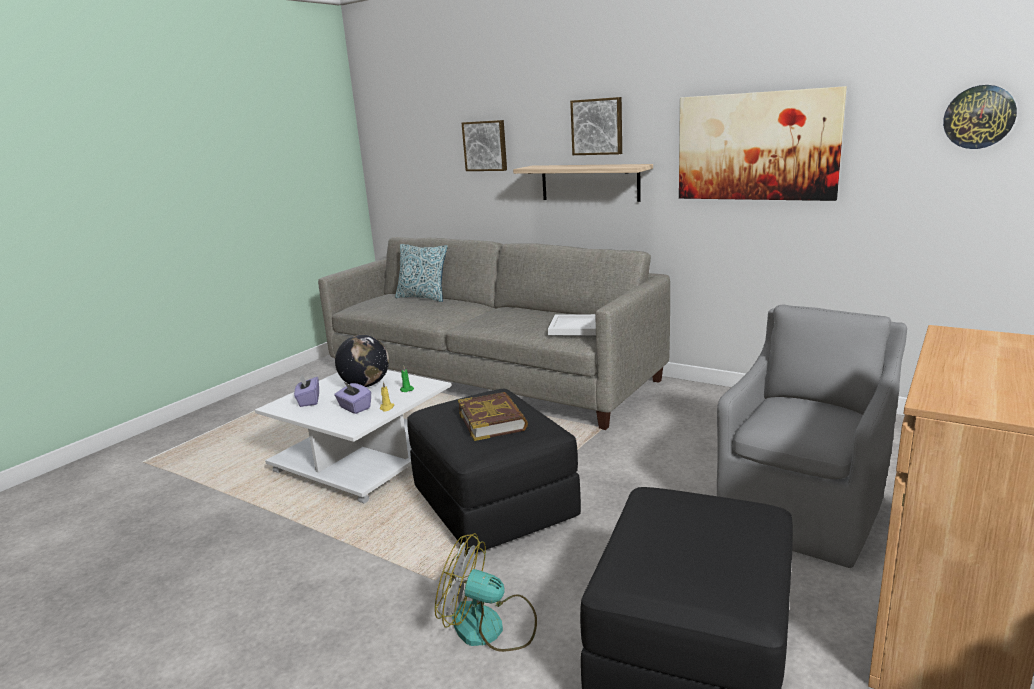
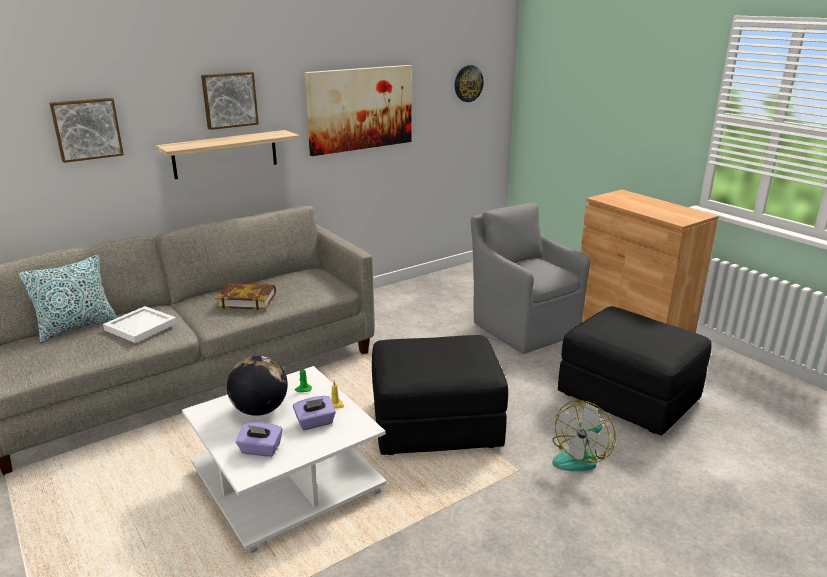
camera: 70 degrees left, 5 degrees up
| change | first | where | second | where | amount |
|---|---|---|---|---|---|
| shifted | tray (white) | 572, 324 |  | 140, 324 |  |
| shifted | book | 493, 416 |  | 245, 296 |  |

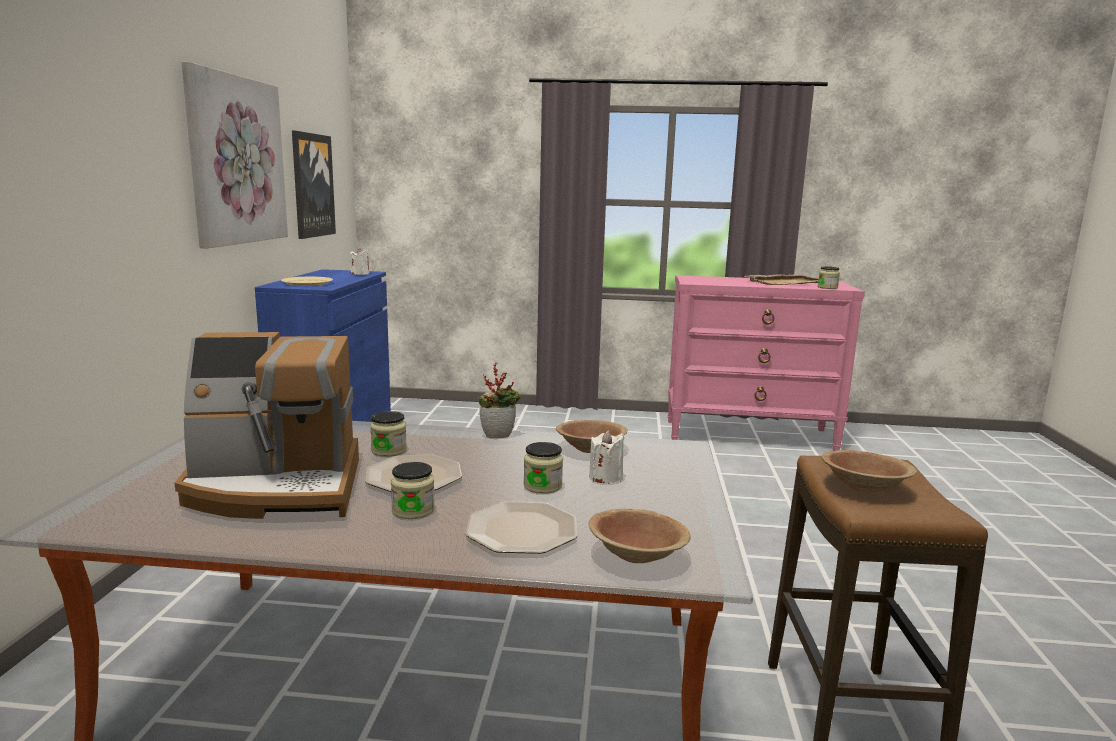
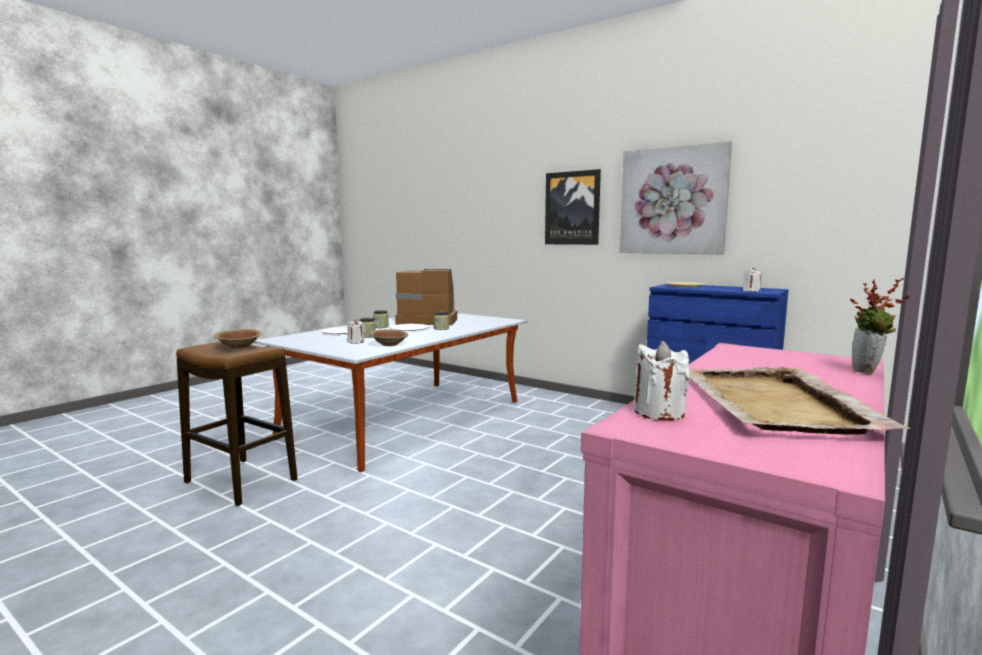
camera: 120 degrees right, 5 degrees down
| change | first | where | second | where | amount |
|---|---|---|---|---|---|
| rotated | coffee machine | 267, 425 |  | 426, 297 | 75 degrees clockwise |
| shifted | picture | 314, 184 |  | 573, 207 |  |
| swapped | jar | 829, 277 | candle (white) | 661, 381 |  |
| shifted | potted plant | 500, 400 |  | 879, 325 |  |
| gone | bowl (brown) | 640, 536 |  |  |  |

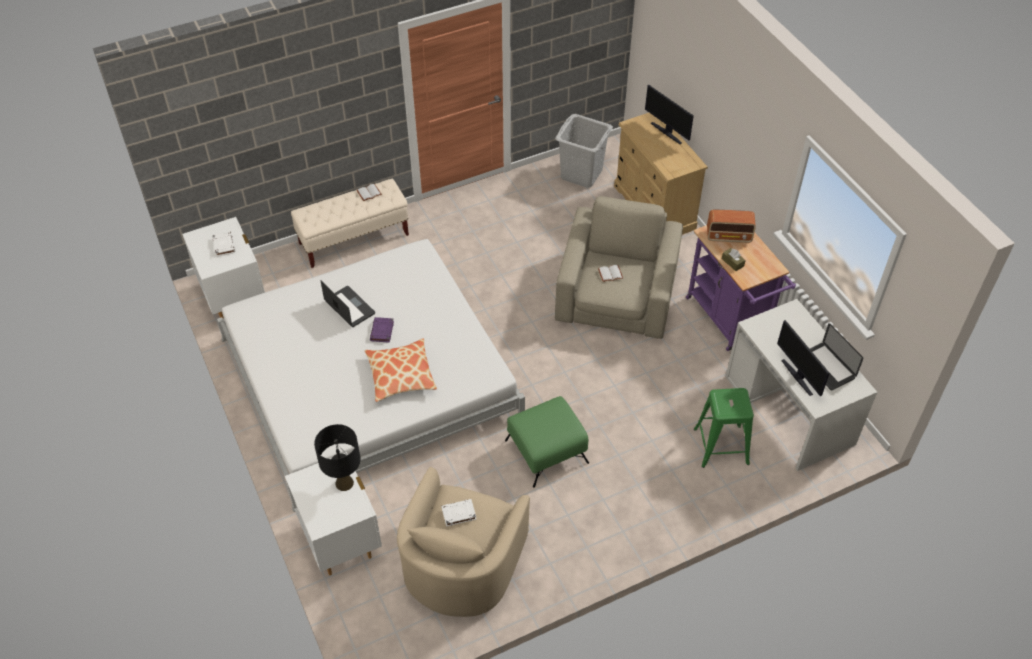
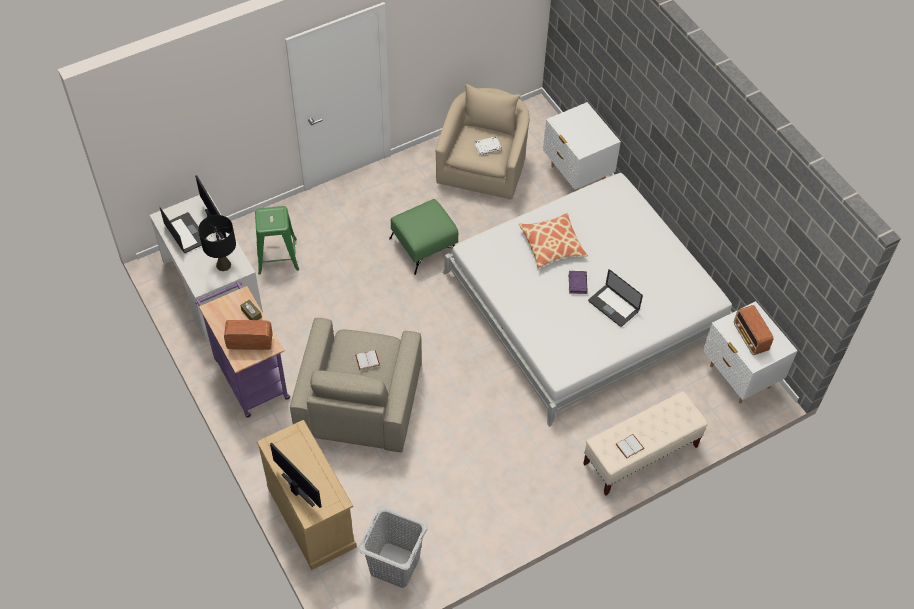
camera: 175 degrees right, 5 degrees up
| change | first | where | second | where | amount |
|---|---|---|---|---|---|
| shifted | table lamp (black) | 337, 457 |  | 217, 243 |  |
| swapped | book (white) | 223, 244 | radio | 754, 330 |  |

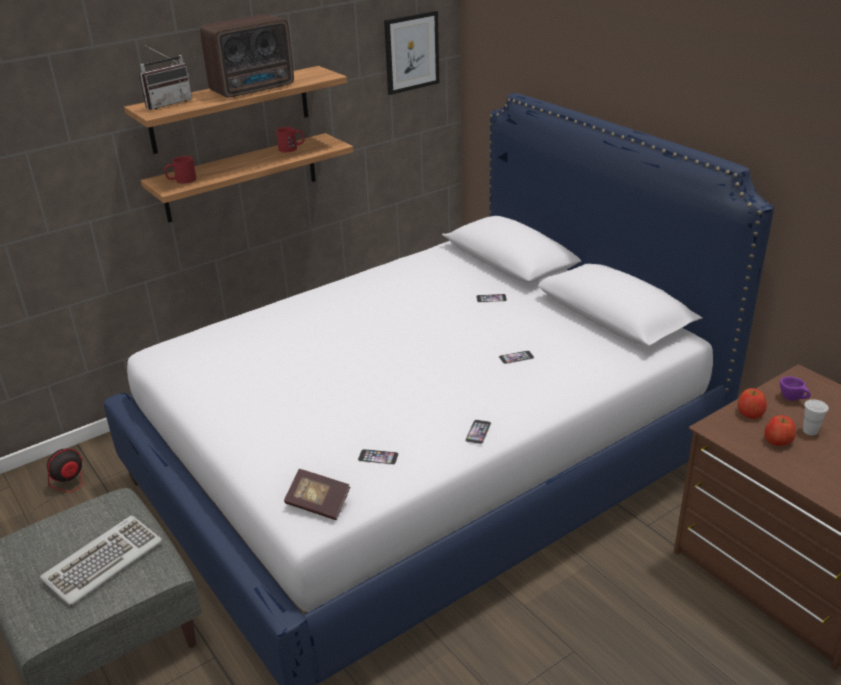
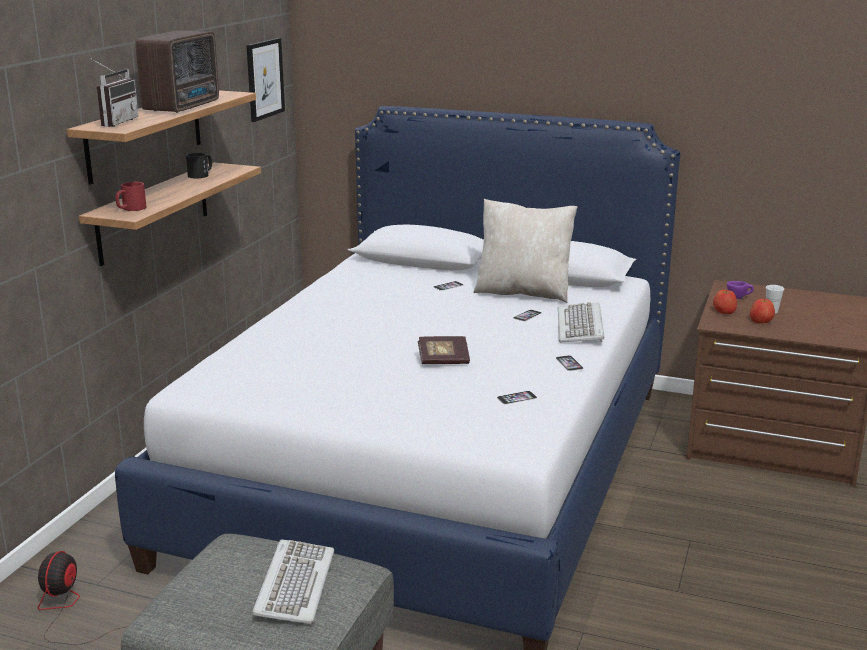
camera: 35 degrees left, 10 degrees down
| change | first | where | second | where | amount |
|---|---|---|---|---|---|
| repainted | mug (red) | 290, 139 | mug (black) | 199, 165 |  |
| shifted | book | 317, 494 |  | 444, 350 |  |
| new |  |  | pillow (beige) | 525, 251 |  |
| new |  |  | keyboard | 581, 322 |  |

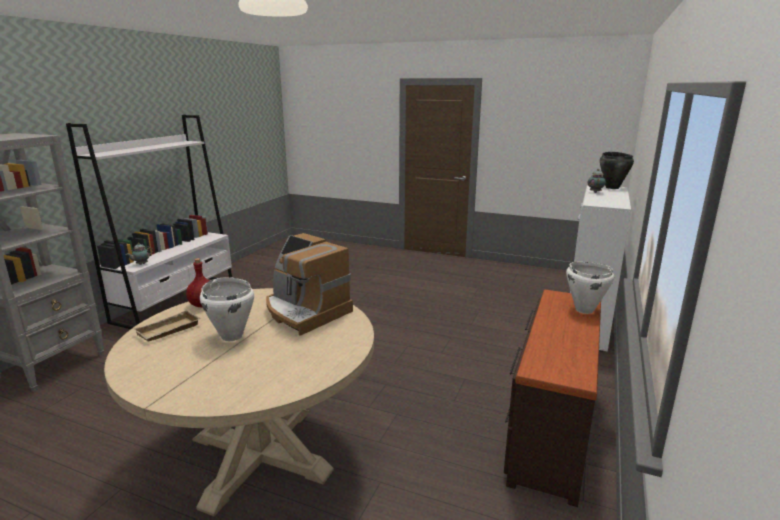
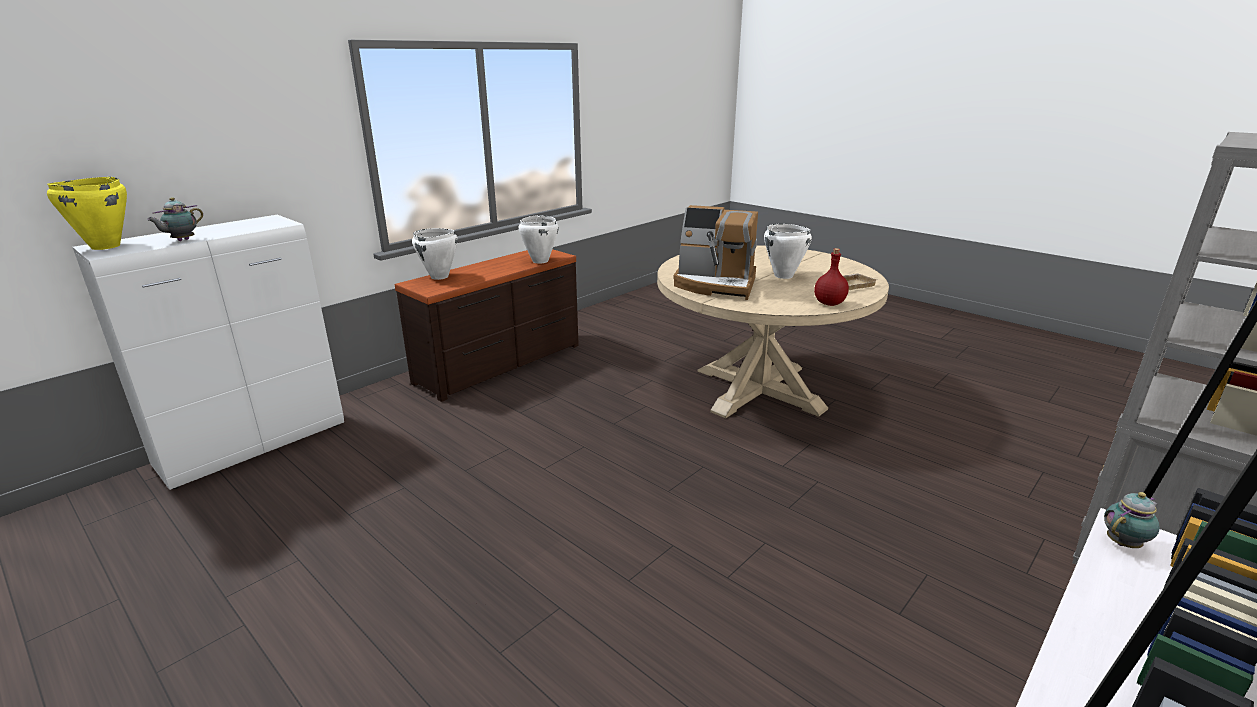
camera: 160 degrees left, 5 degrees up
| change | first | where | second | where | amount |
|---|---|---|---|---|---|
| repainted | cooking pot (black) | 617, 170 | cooking pot (yellow) | 87, 213 |  |
| new |  |  | cooking pot (white) | 539, 239 |  |
| rotated | coffee machine | 309, 284 |  | 716, 252 | 135 degrees clockwise |

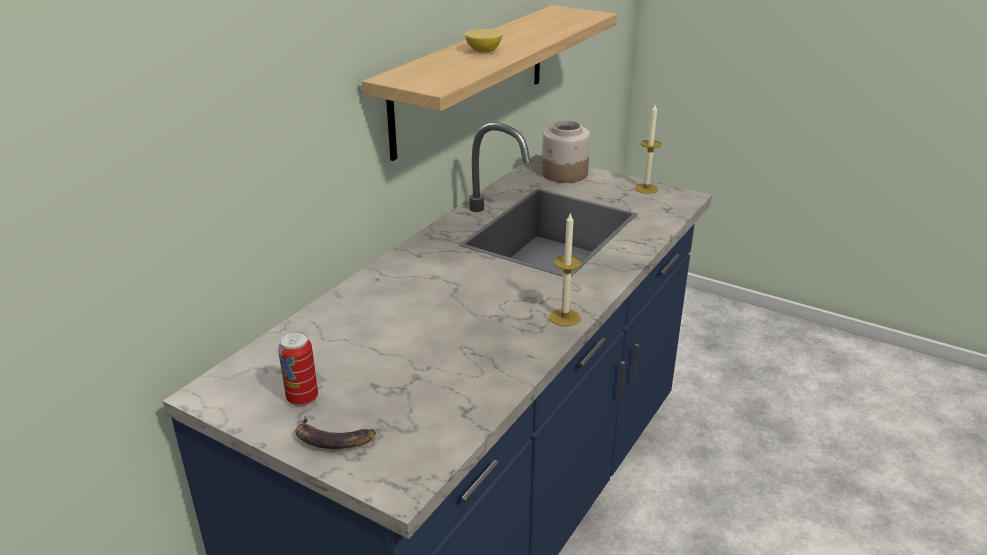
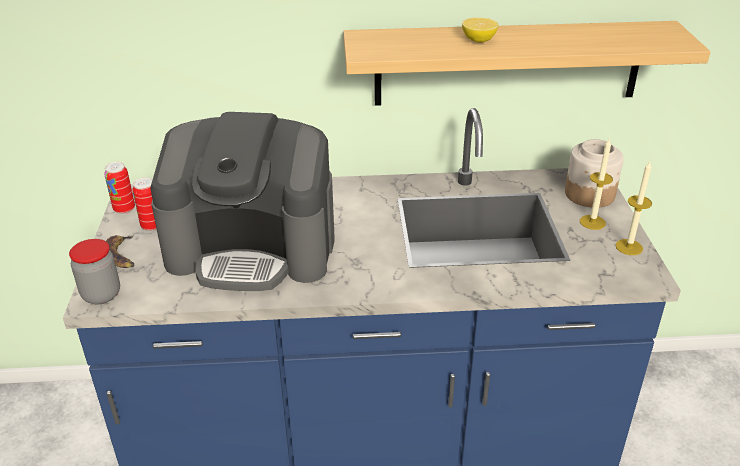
camera: 55 degrees right, 5 degrees up
| change | first | where | second | where | amount |
|---|---|---|---|---|---|
| new |  |  | jar | 94, 271 |  |
| new |  |  | can | 119, 188 |  |
| new |  |  | coffee machine | 242, 201 |  |
| shifted | candle | 565, 269 |  | 596, 184 |  |

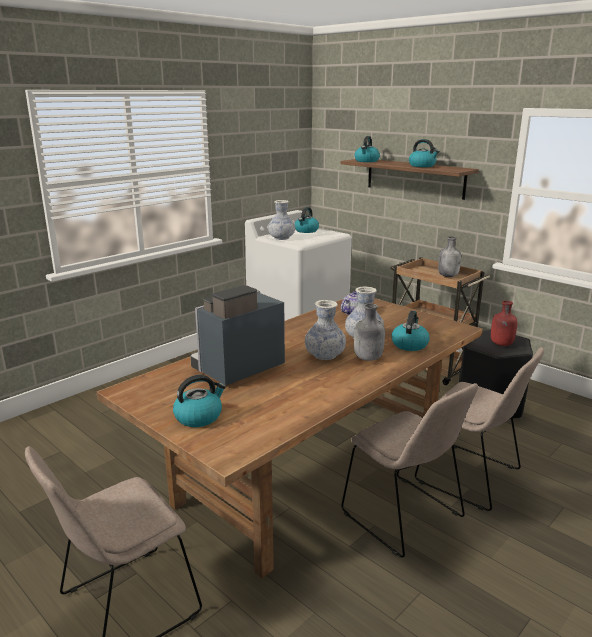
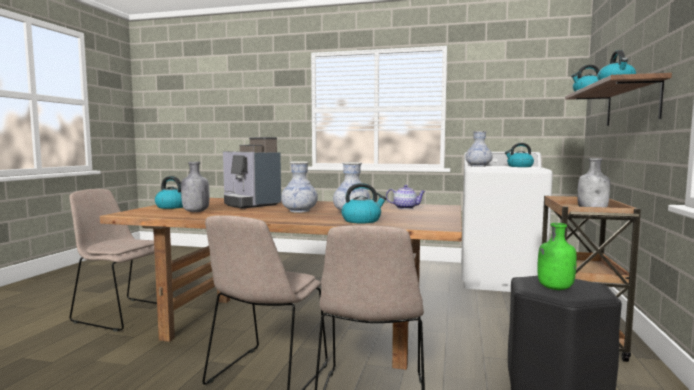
camera: 60 degrees right, 15 degrees down
| change | first | where | second | where | amount |
|---|---|---|---|---|---|
| shifted | bottle (grey) | 369, 332 |  | 195, 187 |  |
| rotated | coffee machine | 237, 335 |  | 252, 173 | 150 degrees counterclockwise |
| repainted | bottle (red) | 504, 323 | bottle (green) | 557, 256 |  |

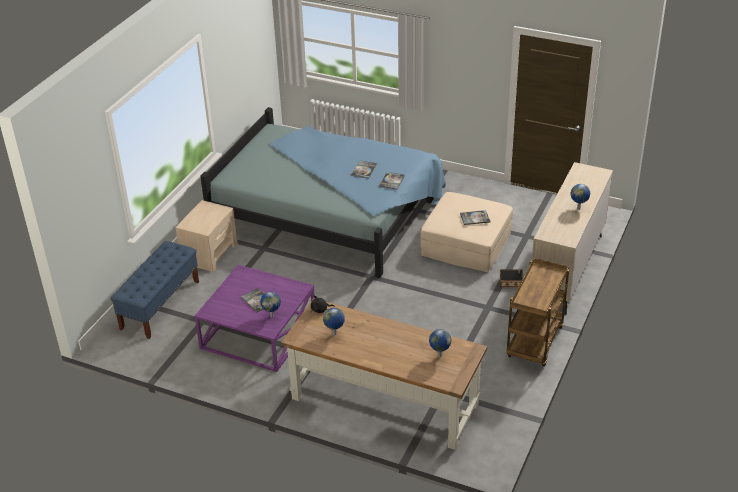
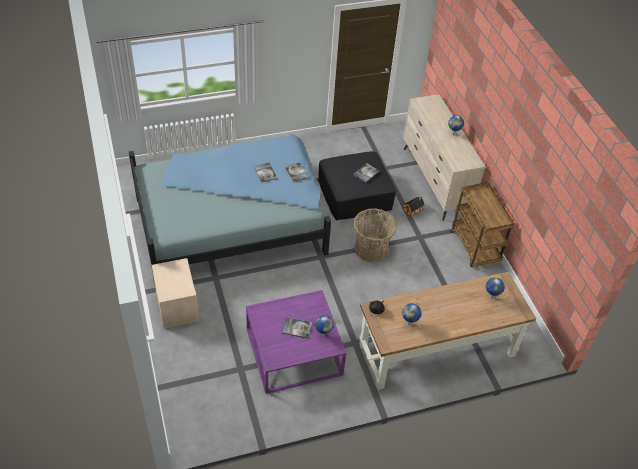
camera: 45 degrees left, 10 degrees up
| change | first | where | second | where | amount |
|---|---|---|---|---|---|
| repainted | ottoman (beige) | 466, 232 | ottoman (black) | 357, 186 |  |
| new |  |  | basket | 375, 235 |  |
| gone | bench (blue) | 155, 290 |  |  |  |

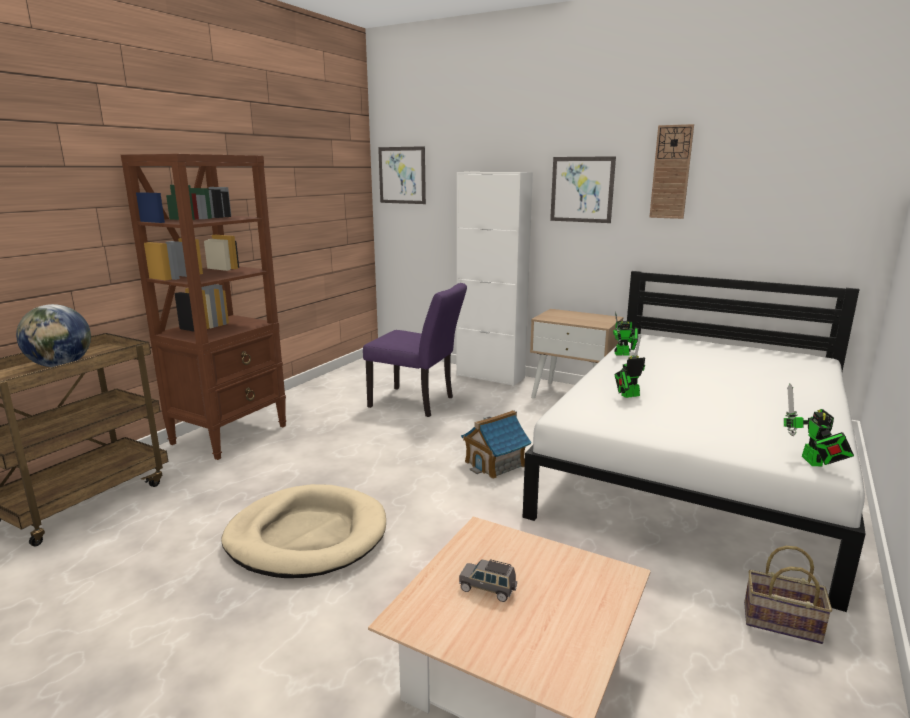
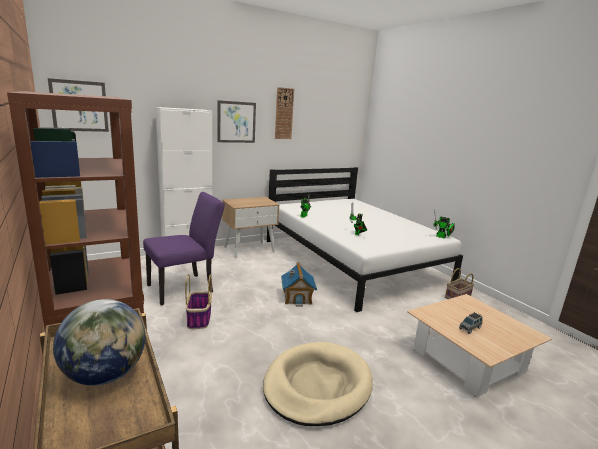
camera: 60 degrees left, 0 degrees up
| change | first | where | second | where | amount |
|---|---|---|---|---|---|
| new |  |  | basket | 198, 301 |  |

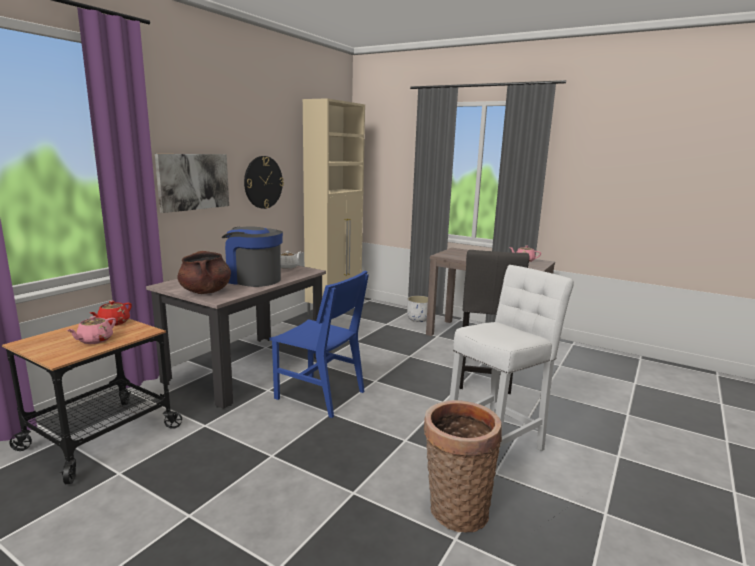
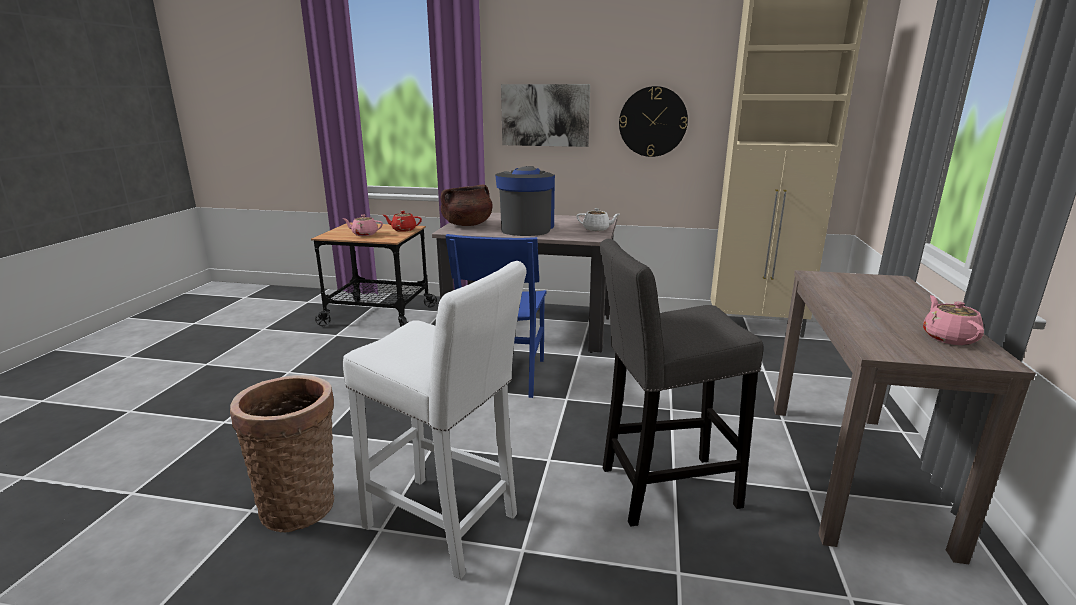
camera: 70 degrees right, 5 degrees up
| change | first | where | second | where | amount |
|---|---|---|---|---|---|
| gone | planter (white) | 417, 309 |  |  |  |

